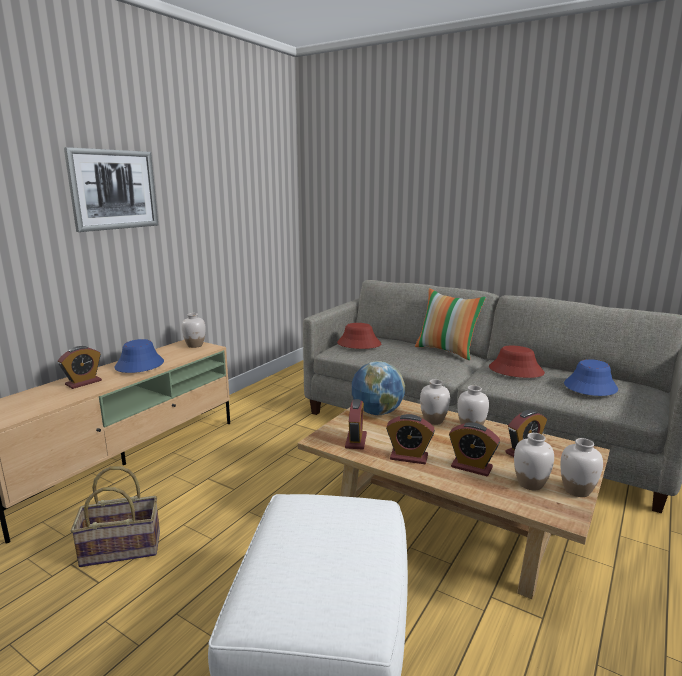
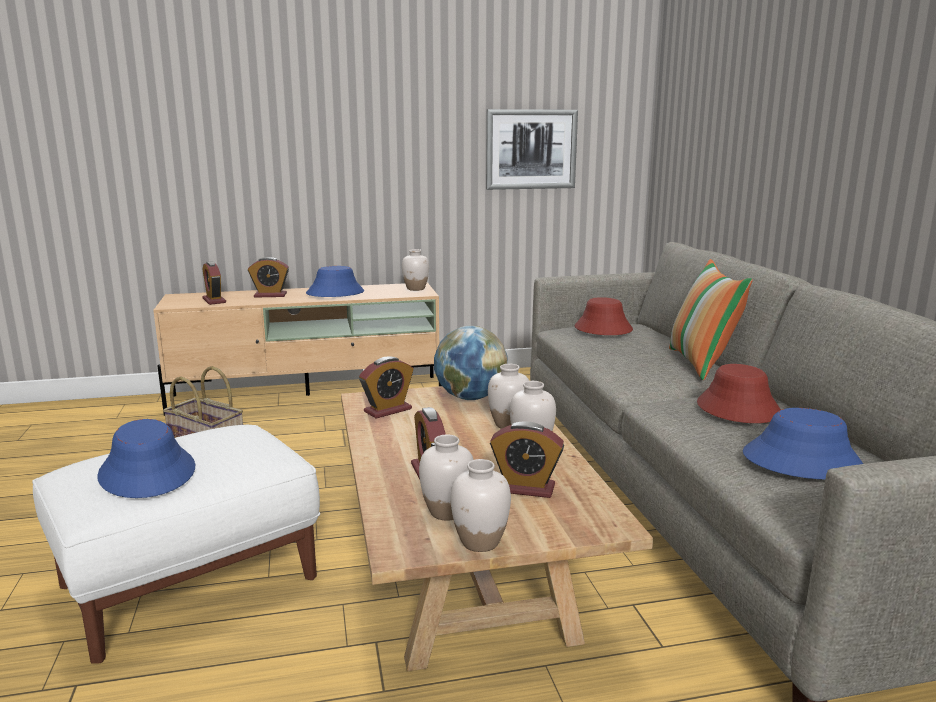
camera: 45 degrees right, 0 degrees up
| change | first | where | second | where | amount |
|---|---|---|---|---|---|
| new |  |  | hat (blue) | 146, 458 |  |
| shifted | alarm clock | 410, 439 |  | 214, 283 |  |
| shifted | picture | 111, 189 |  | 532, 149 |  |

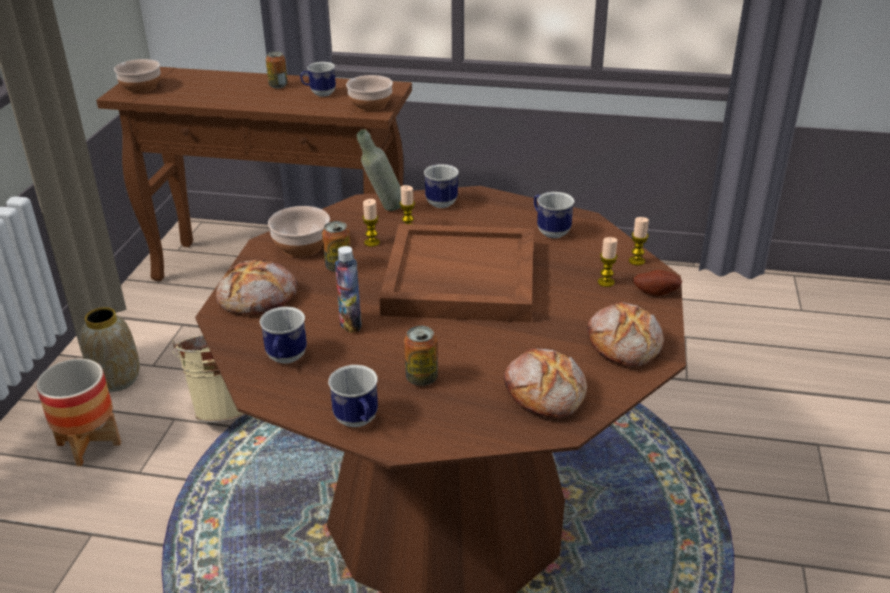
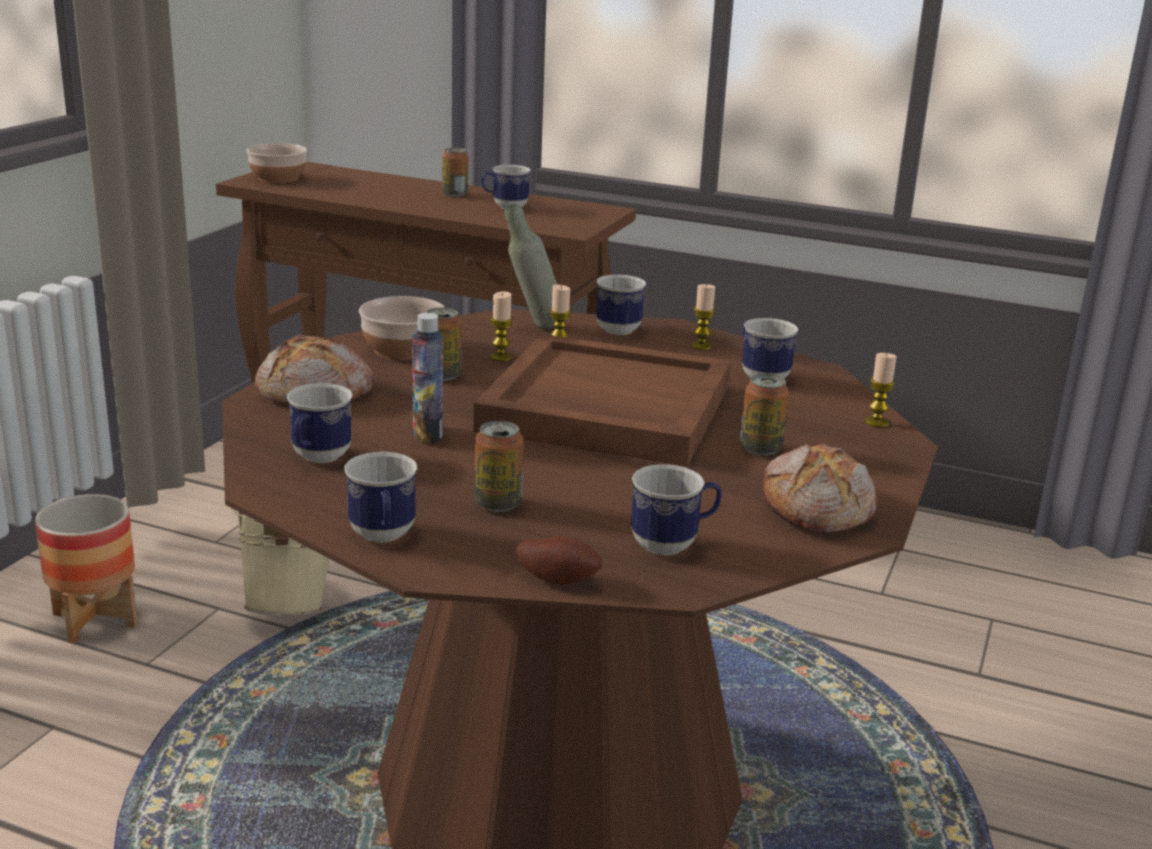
camera: 10 degrees right, 10 degrees down
| change | first | where | second | where | amount |
|---|---|---|---|---|---|
| shifted | potato | 657, 283 |  | 559, 560 |  |
| swapped | bread | 545, 383 | mug | 676, 509 |  |
| shifted | candle | 608, 262 |  | 703, 317 |  |
| new |  |  | can | 764, 414 |  |
| gone | vase | 110, 349 |  |  |  |
| gone | bowl | 369, 93 |  |  |  |

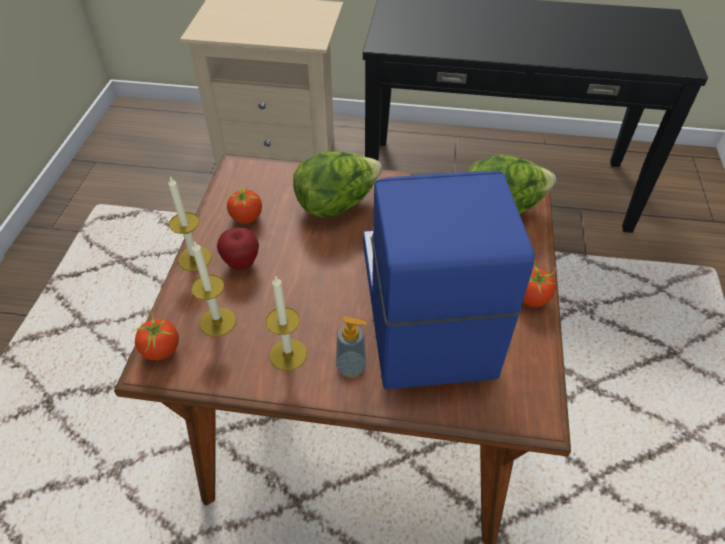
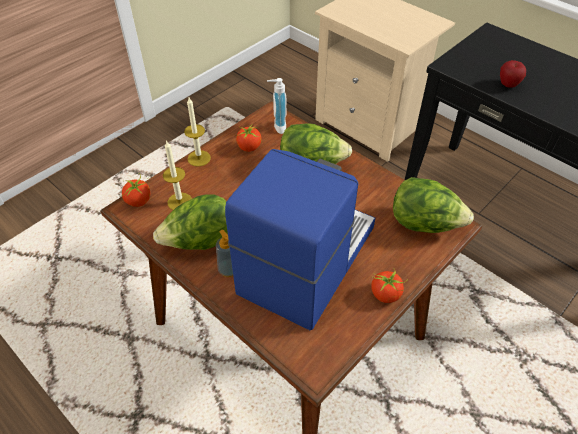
camera: 35 degrees right, 0 degrees up
| change | first | where | second | where | amount |
|---|---|---|---|---|---|
| swapped | candle | 286, 323 | lettuce | 190, 222 |  |
| new |  |  | soap dispenser | 276, 106 |  |
| shifted | apple | 238, 249 |  | 513, 74 |  |

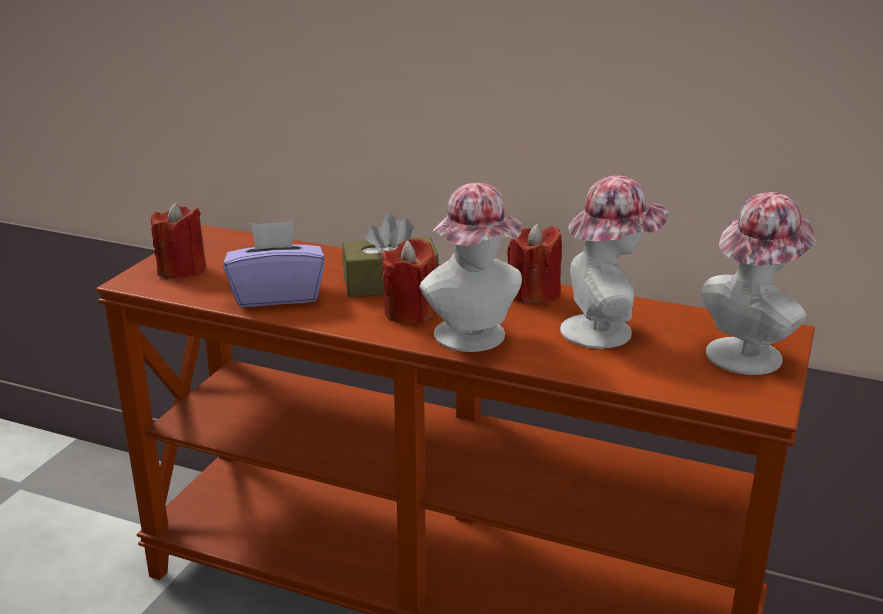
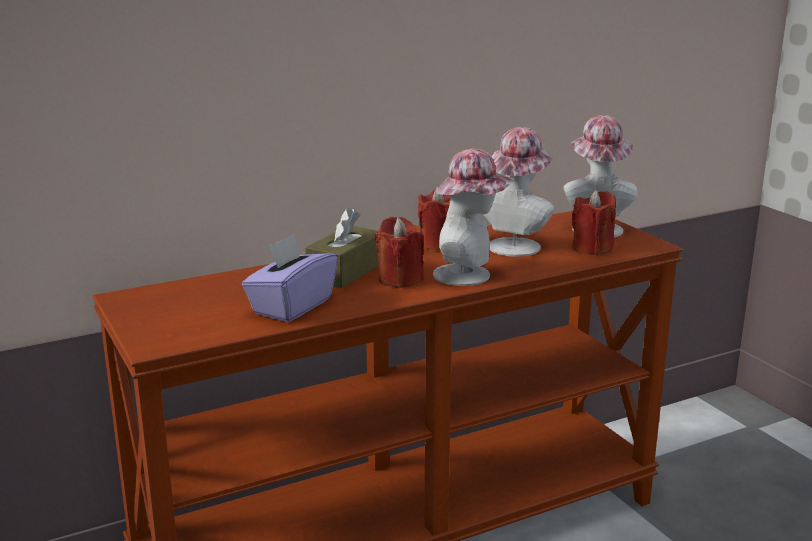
camera: 50 degrees left, 5 degrees down
| change | first | where | second | where | amount |
|---|---|---|---|---|---|
| shifted | candle (red) | 178, 240 |  | 594, 222 |  |

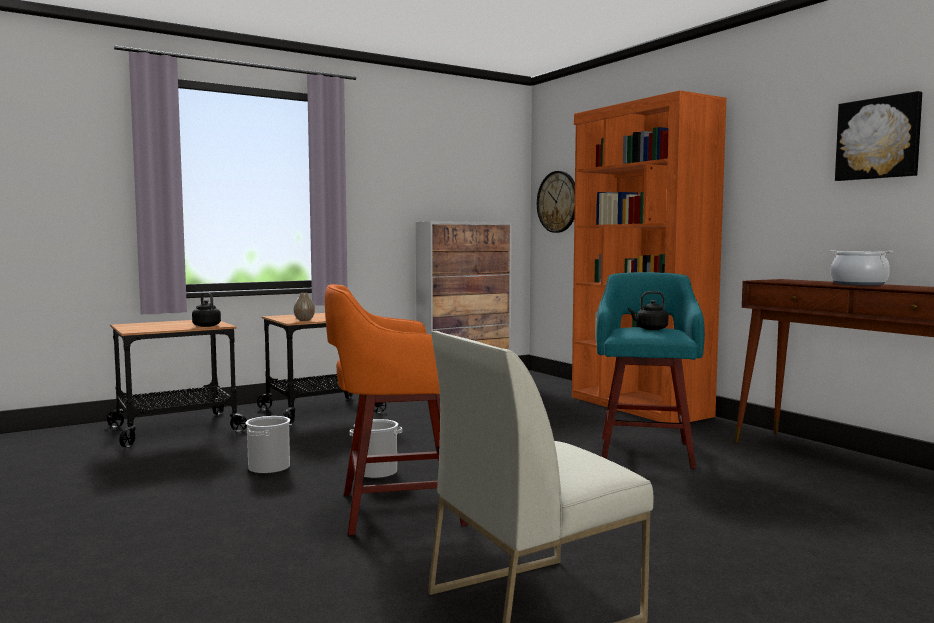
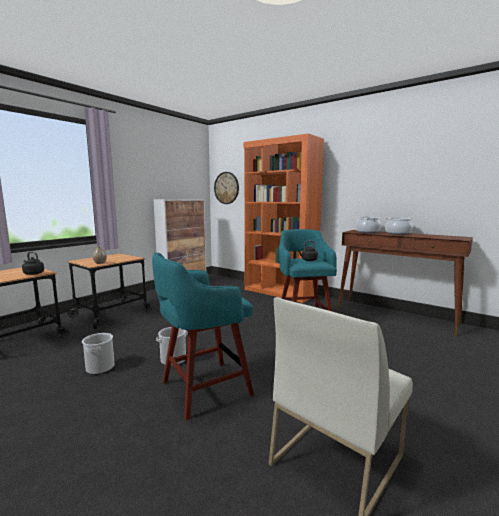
camera: 20 degrees left, 5 degrees up
| change | first | where | second | where | amount |
|---|---|---|---|---|---|
| repainted | stool (orange) | 396, 409 | stool (turquoise) | 203, 336 |  |
| new |  |  | cooking pot | 368, 224 |  |
| gone | picture | 878, 136 |  |  |  |

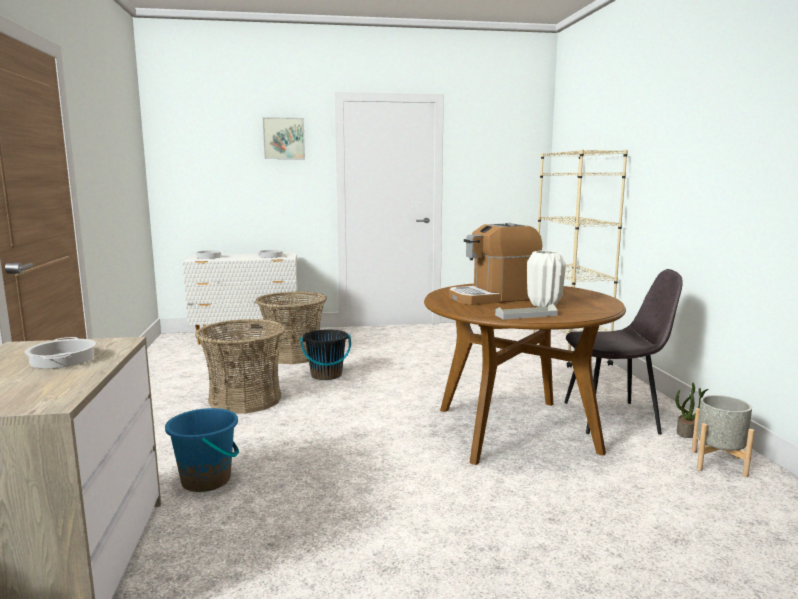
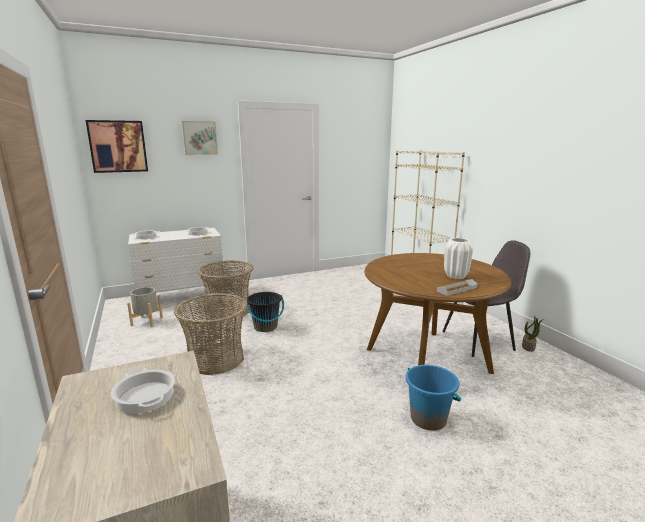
camera: 15 degrees left, 5 degrees up
| change | first | where | second | where | amount |
|---|---|---|---|---|---|
| new |  |  | picture | 117, 146 |  |
| shifted | planter (grey) | 723, 436 |  | 145, 307 |  |
| shifted | bucket (blue) | 202, 450 |  | 433, 398 |  |
| gone | coffee machine | 495, 264 |  |  |  |

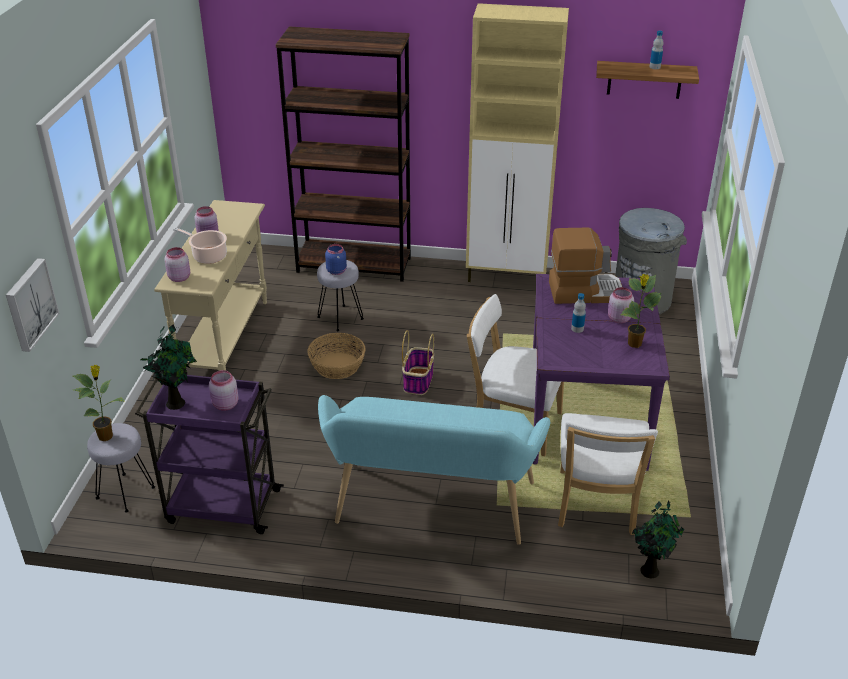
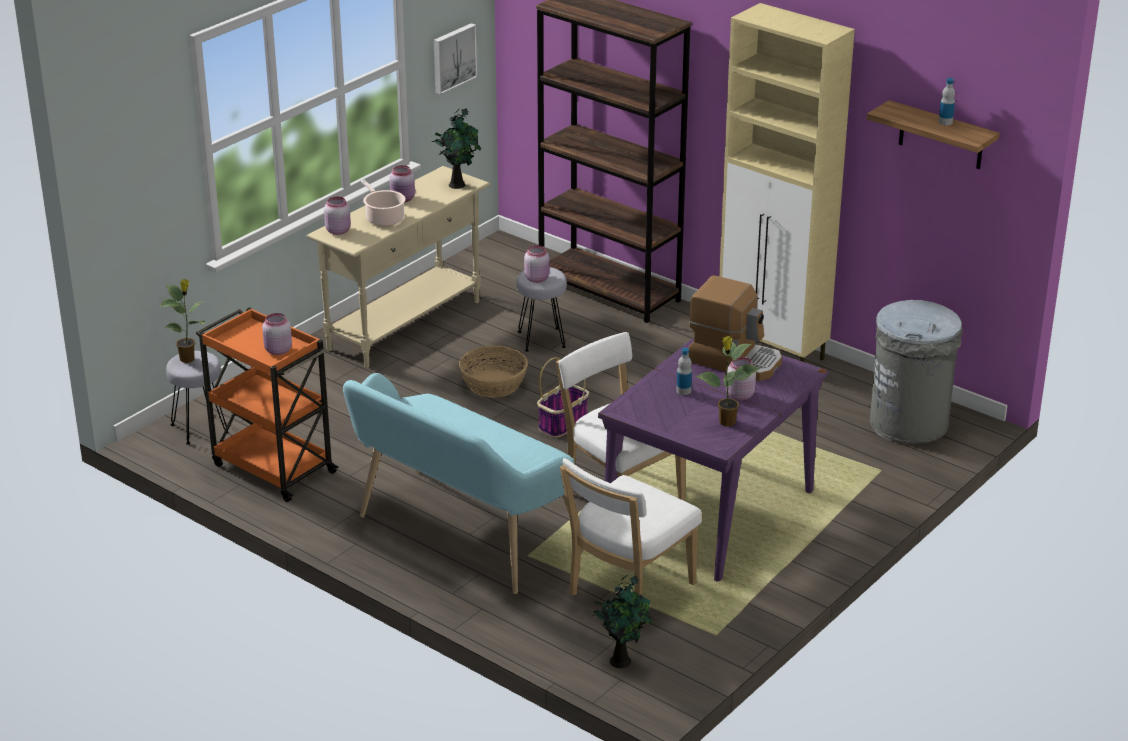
camera: 30 degrees right, 5 degrees down
| change | first | where | second | where | amount |
|---|---|---|---|---|---|
| repainted | cart (purple) | 209, 454 | cart (orange) | 267, 404 |  |
| shifted | potted plant | 169, 367 |  | 456, 148 |  |
| shifted | picture | 32, 305 |  | 456, 59 |  |
| repainted | jar (blue) | 336, 259 | jar (pink) | 536, 264 |  |

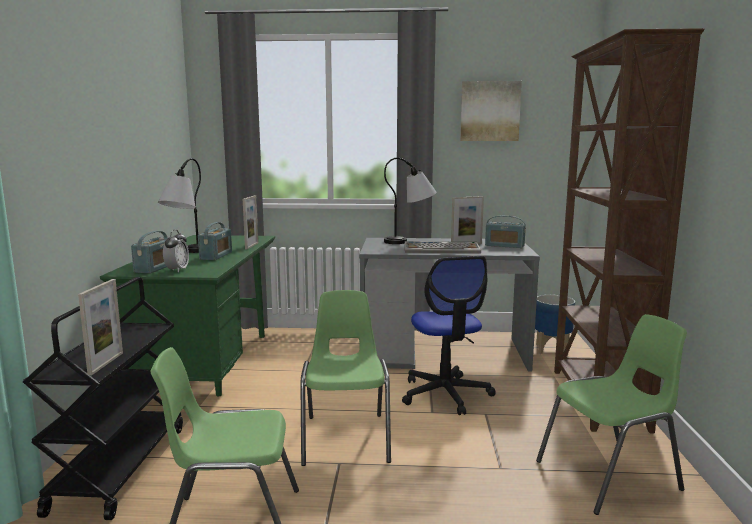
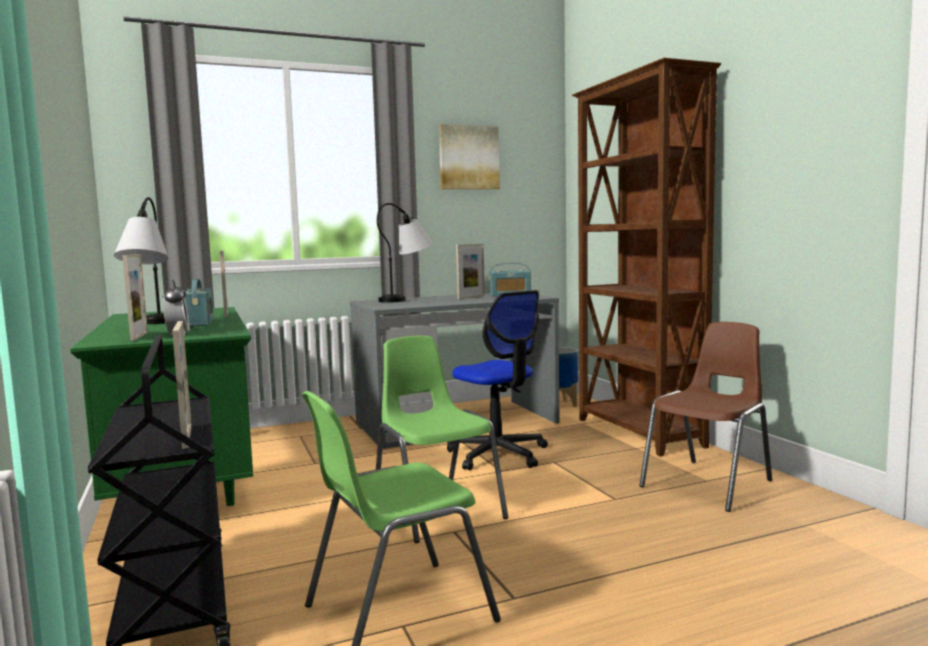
camera: 25 degrees left, 5 degrees down
| change | first | where | second | where | amount |
|---|---|---|---|---|---|
| swapped | radio | 149, 252 | picture frame | 135, 297 |  |
| repainted | chair (green) | 611, 414 | chair (brown) | 705, 417 |  |
| gone | keyboard | 443, 247 |  |  |  |

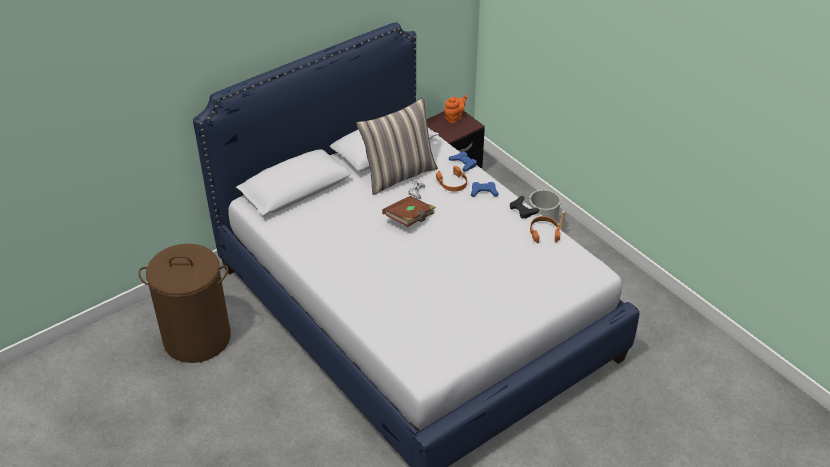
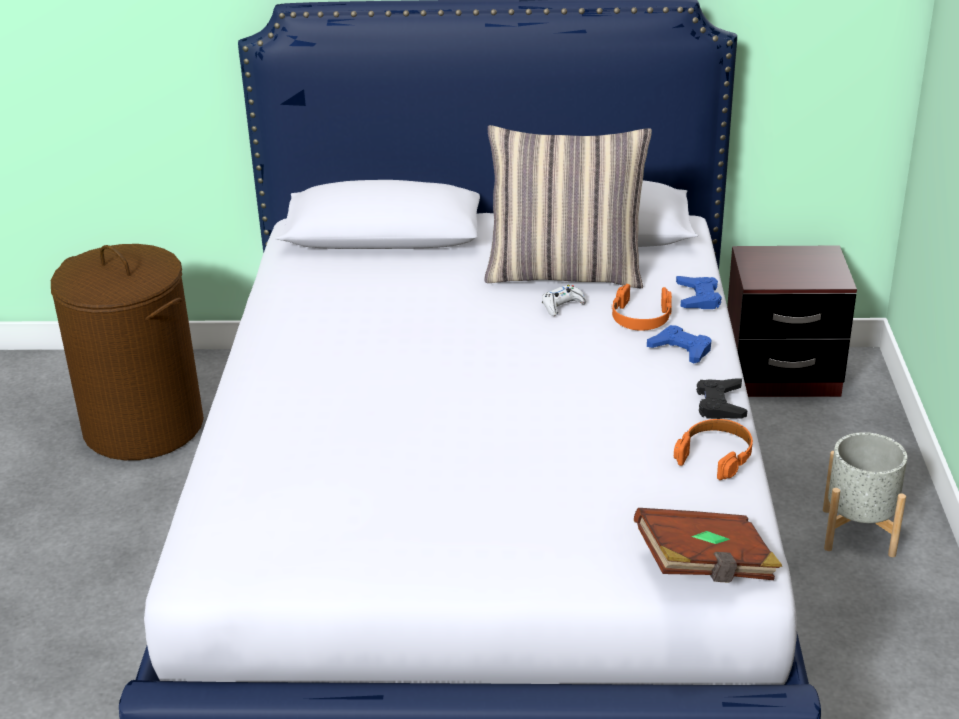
camera: 40 degrees right, 10 degrees down
| change | first | where | second | where | amount |
|---|---|---|---|---|---|
| shifted | book (brown) | 409, 211 |  | 708, 545 |  |
| gone | teapot (orange) | 455, 109 |  |  |  |

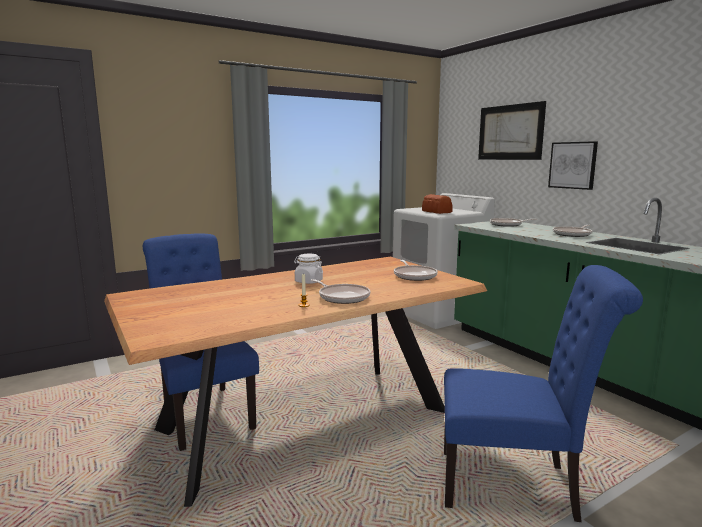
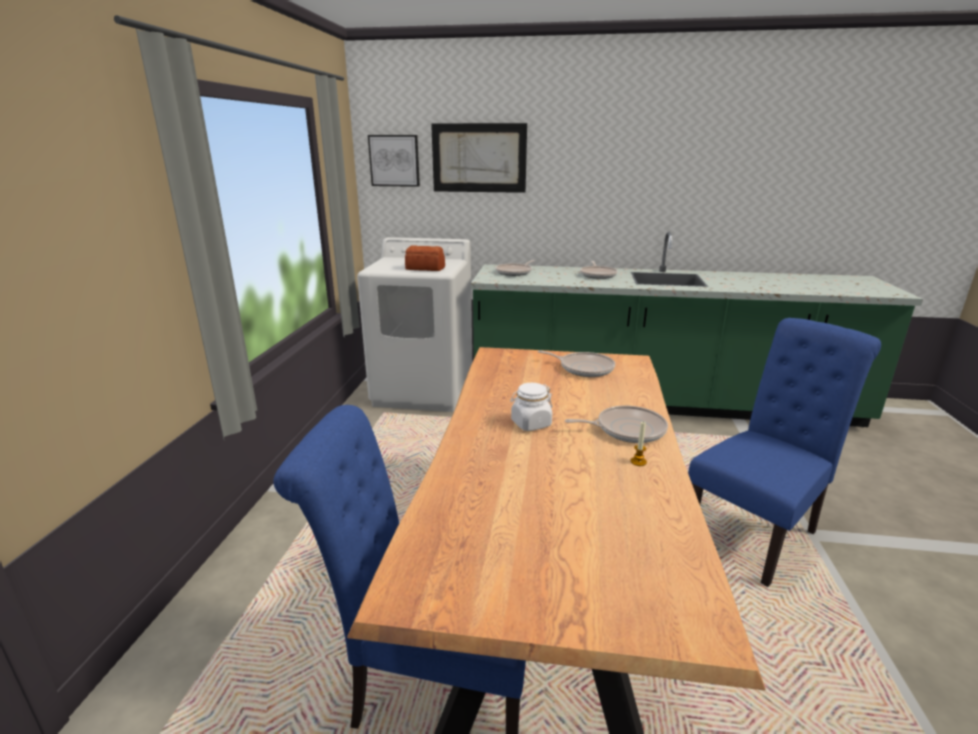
camera: 50 degrees left, 10 degrees up
| change | first | where | second | where | amount |
|---|---|---|---|---|---|
| shifted | picture | 573, 165 |  | 394, 161 |  |

